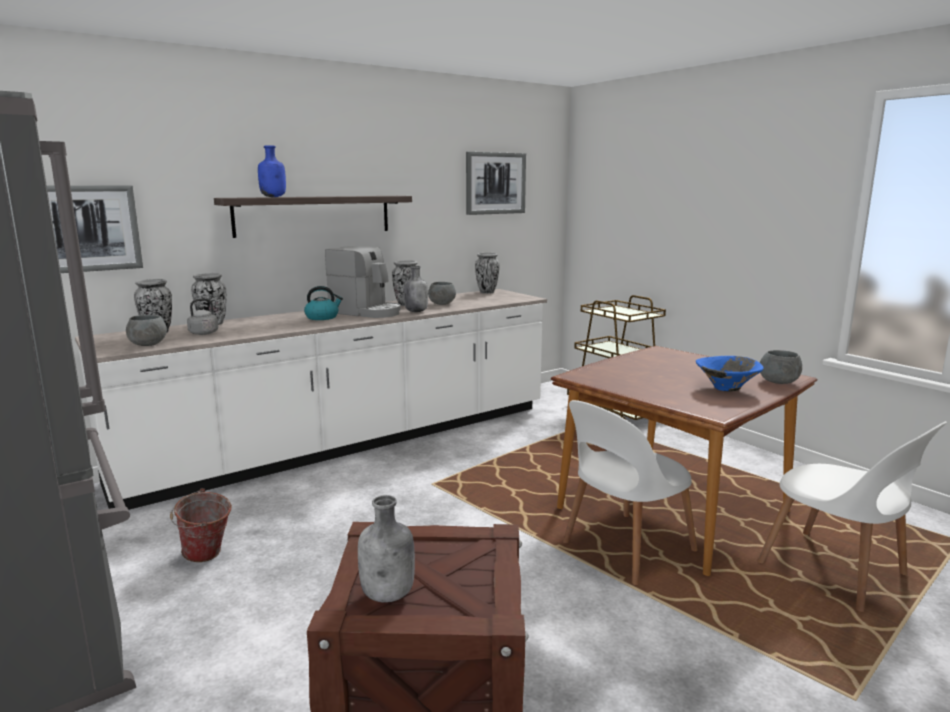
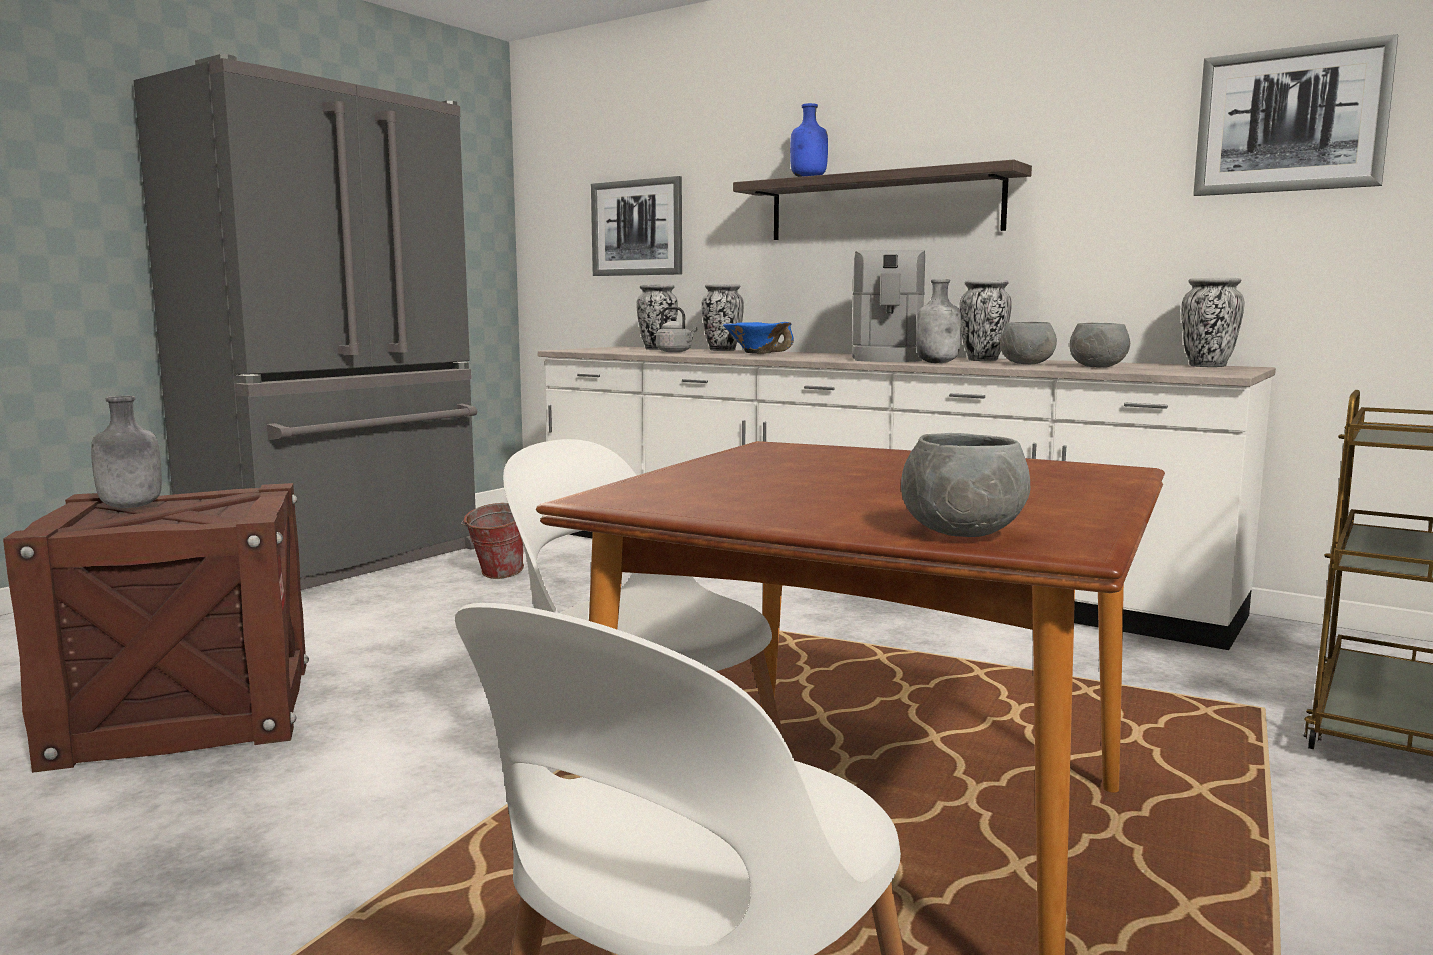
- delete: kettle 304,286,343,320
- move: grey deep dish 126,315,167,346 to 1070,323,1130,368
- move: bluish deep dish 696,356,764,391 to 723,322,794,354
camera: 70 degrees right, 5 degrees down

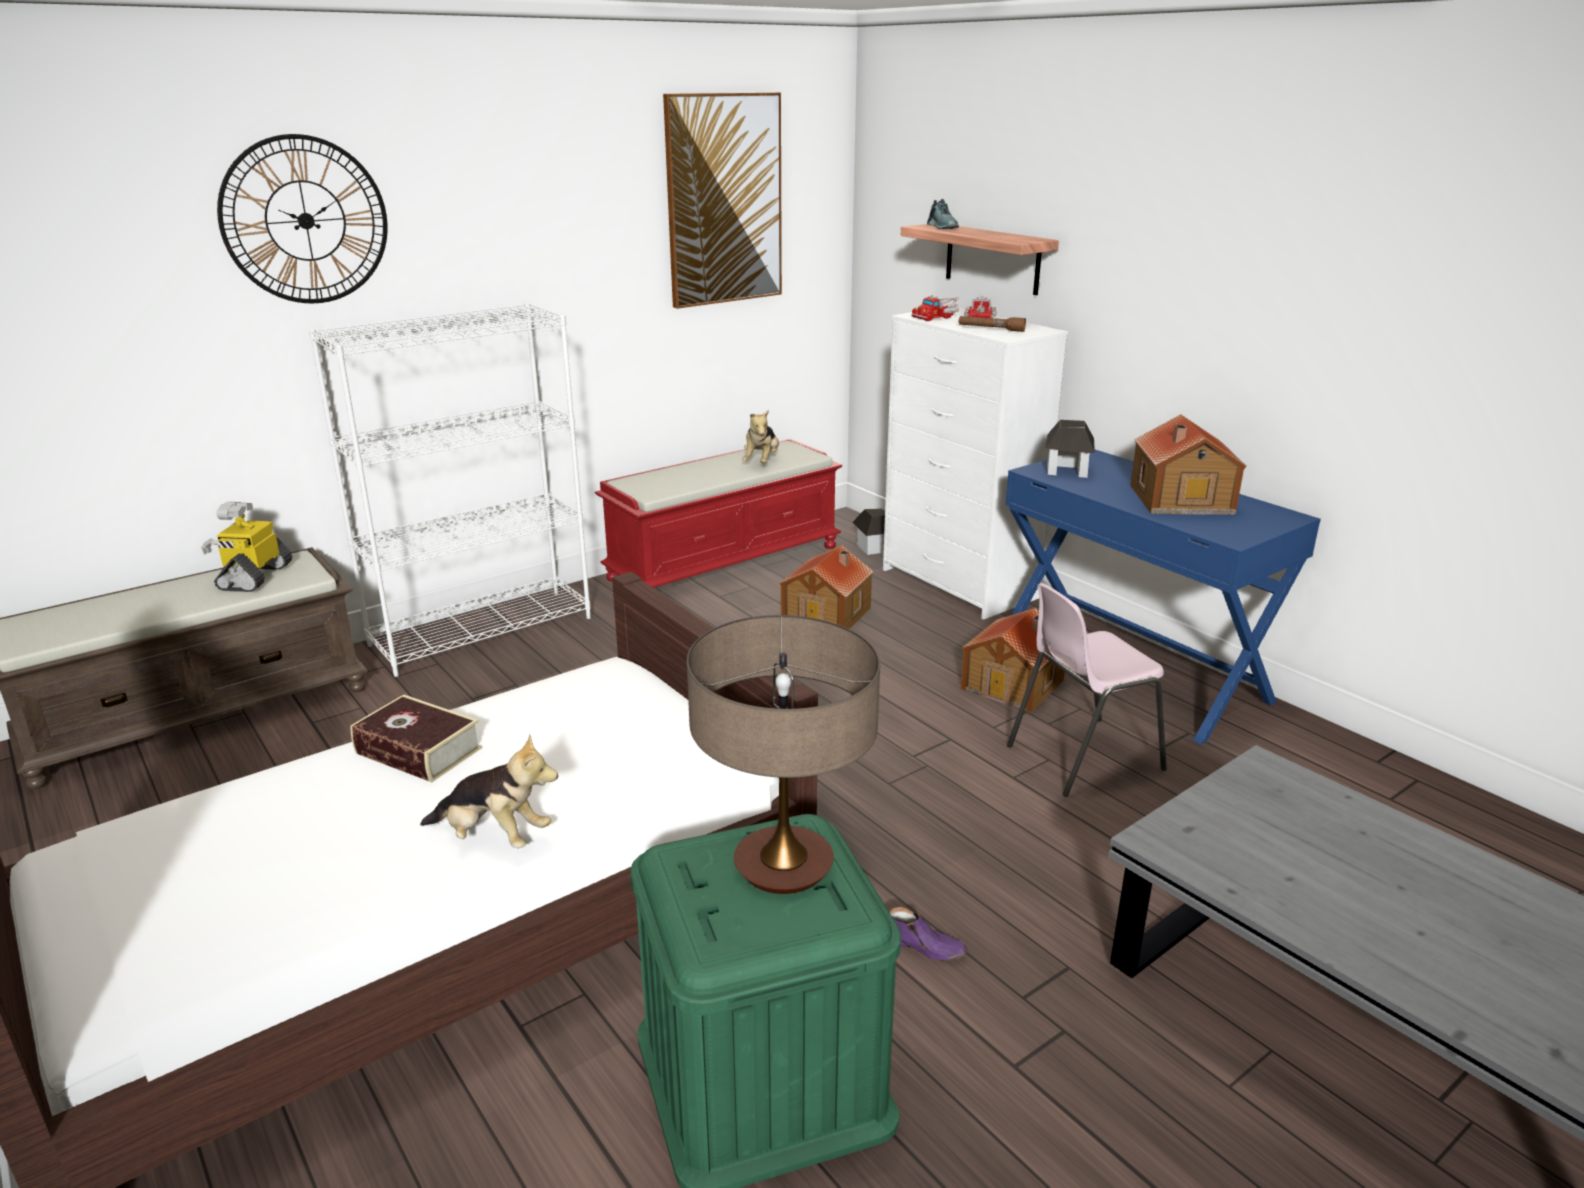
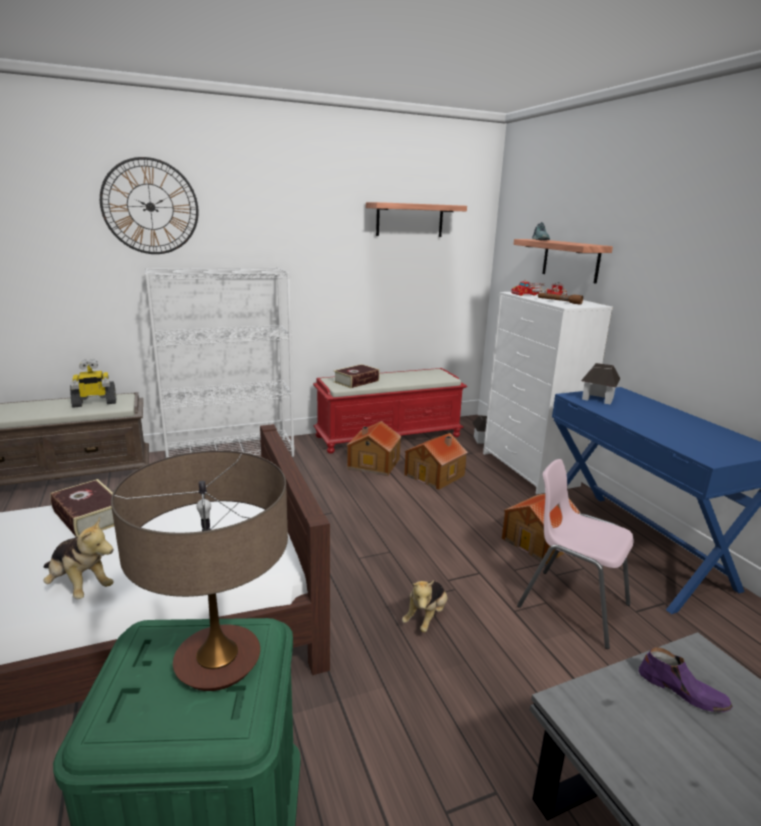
- replace: wall picture 663,92,782,309 to wall shelf 366,202,467,237
- move: soft toy 742,409,779,464 to 402,580,447,632
- move: model house 1130,414,1247,515 to 346,421,402,476
- rotate: robot figure 201,502,293,592 = 70,359,116,408 135 degrees counterclockwise
- rotate: pink-coloured chair 1007,583,1167,797 = 517,459,634,649 45 degrees clockwise
- move: purple low shoe 889,907,967,961 to 639,647,733,712
- insert: bound book 334,364,380,388
camera: 15 degrees right, 5 degrees down

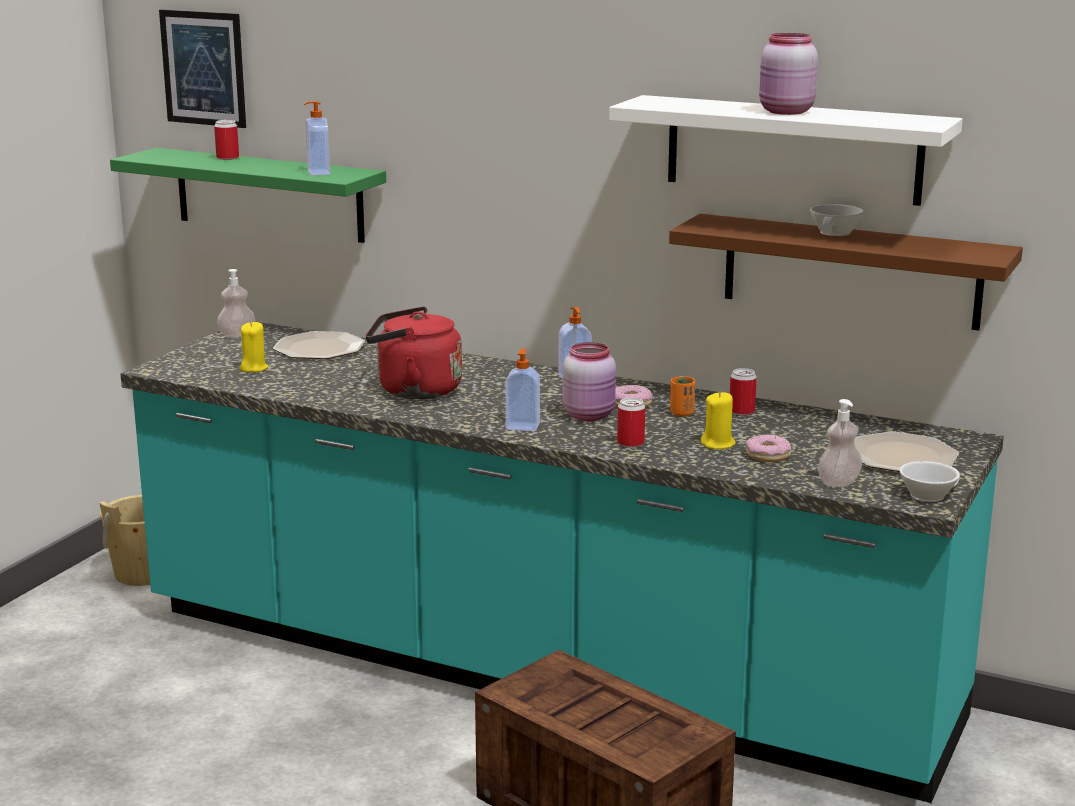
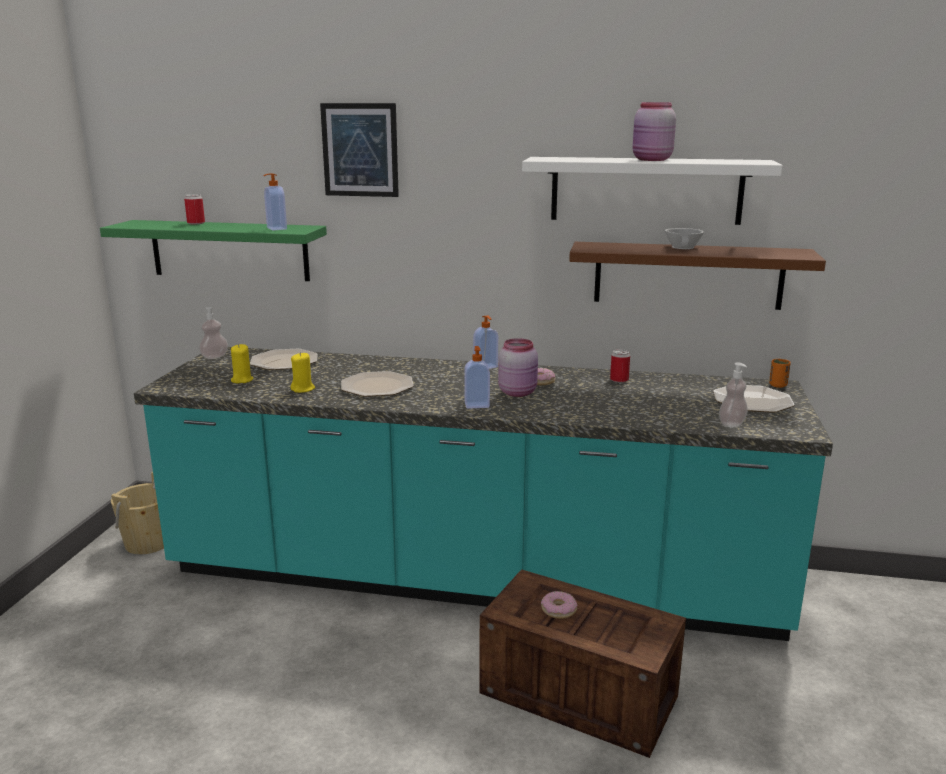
- move: wall picture 159,10,246,128 to 320,103,399,197
- replace: red kettle 366,307,462,399 to plate 341,371,414,397
- move: orange-coloured cup 670,376,695,416 to 769,359,791,388
- move: yellow wax light 701,392,736,449 to 291,352,315,393
- delete: sealed can 617,398,645,447
- move: donut 745,434,792,462 to 541,591,577,619
- delete: whitish cup 899,461,960,502
camera: 15 degrees left, 0 degrees up

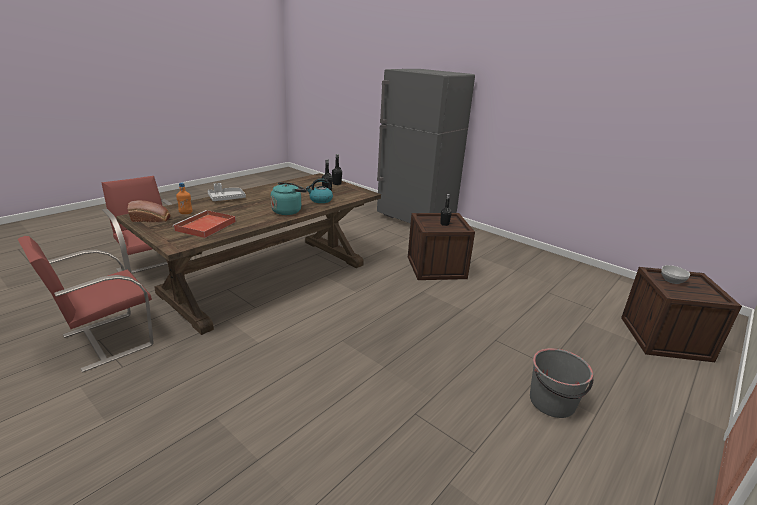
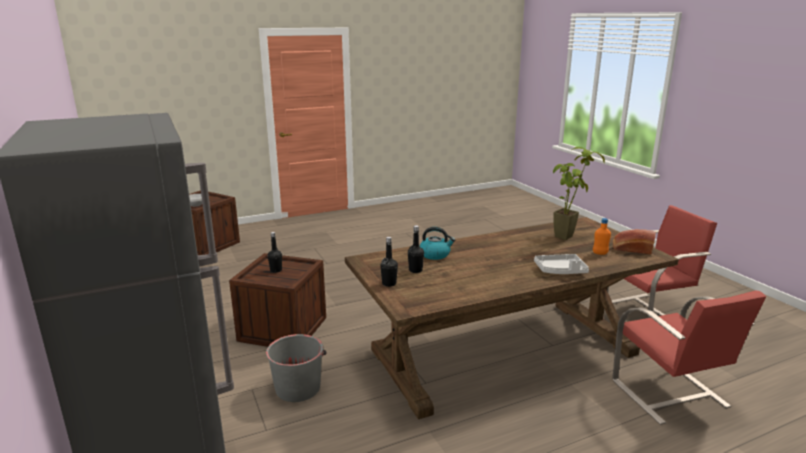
- delete: turquoise kettle 271,182,307,215
- replace: red carrying tray 173,210,236,238 to potted plant 553,147,605,240
- move: grey bucket 530,348,593,418 to 266,334,327,402
camera: 155 degrees left, 5 degrees down

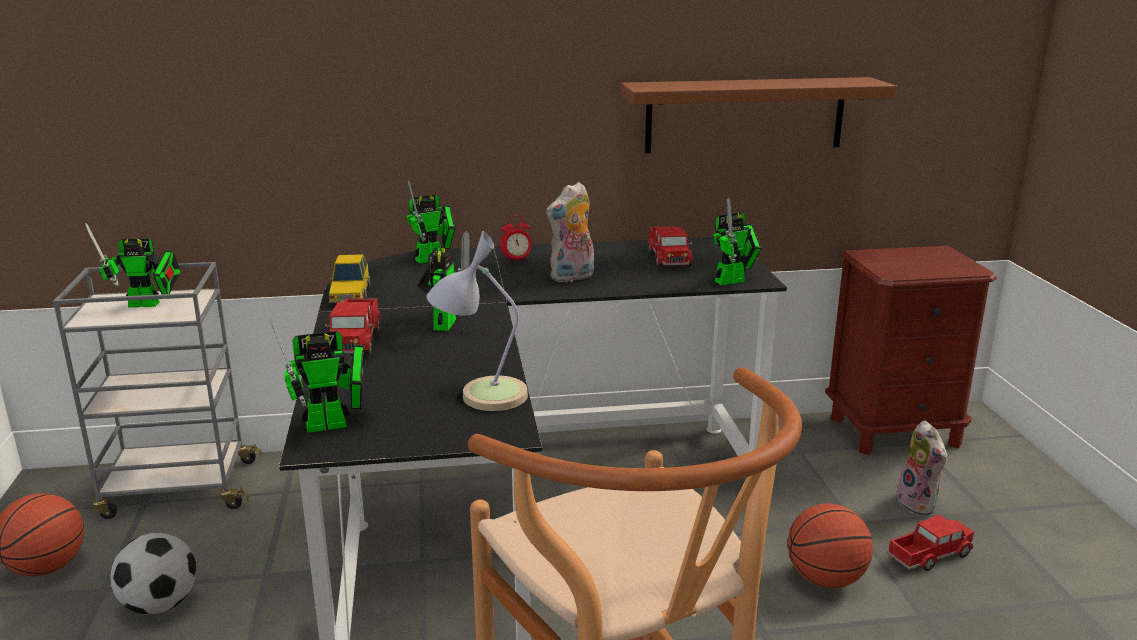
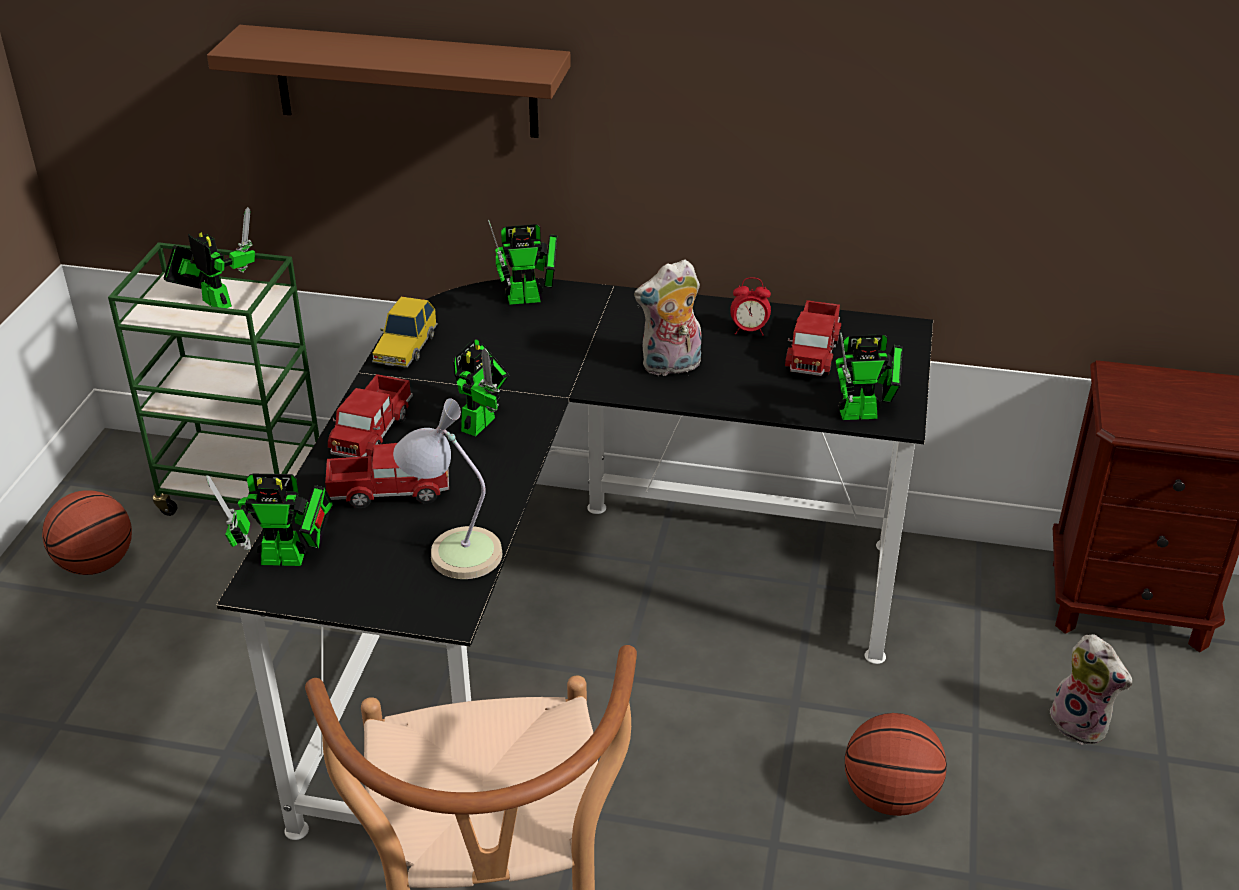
- move: brownish wall shelf 620,77,897,153 to 207,25,571,138
- move: alarm clock 500,216,532,263 to 730,277,771,336
- rotate: robot figure 85,223,181,307 = 164,207,255,308 150 degrees counterclockwise
- recolor: grey wheeled cart 53,262,262,519 to greenish wheeled cart 108,242,319,516
- rotate: soft toy 896,421,947,515 = 1047,634,1132,745 45 degrees counterclockwise
- move: toy lorry 887,515,974,571 to 325,443,449,508
- delete: football 110,533,197,615
camera: 20 degrees right, 15 degrees up

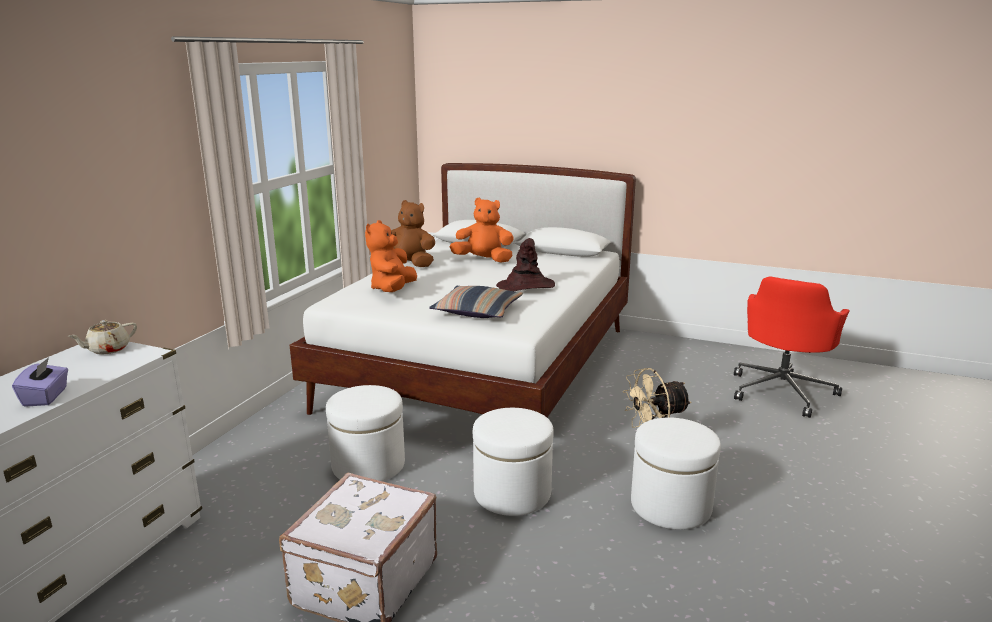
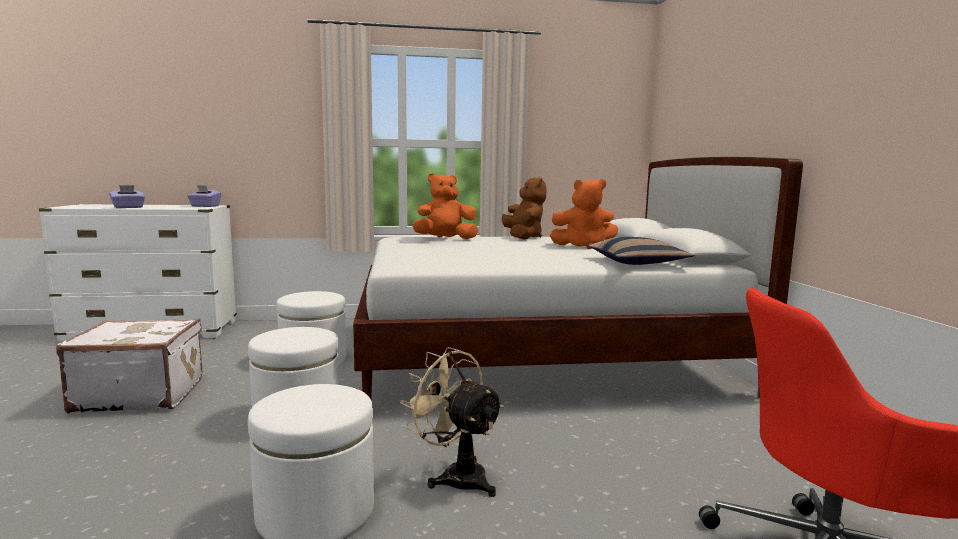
- rotate: orange-coloured soft toy 449,197,514,263 = 550,179,618,249 105 degrees clockwise
- delete: brownish wearable hat 496,238,555,291
- move: cushion 429,286,523,318 to 586,236,695,265
- replace: beige pot for tea 68,320,137,355 to purple tissue holder 187,185,221,207
camera: 60 degrees right, 10 degrees down

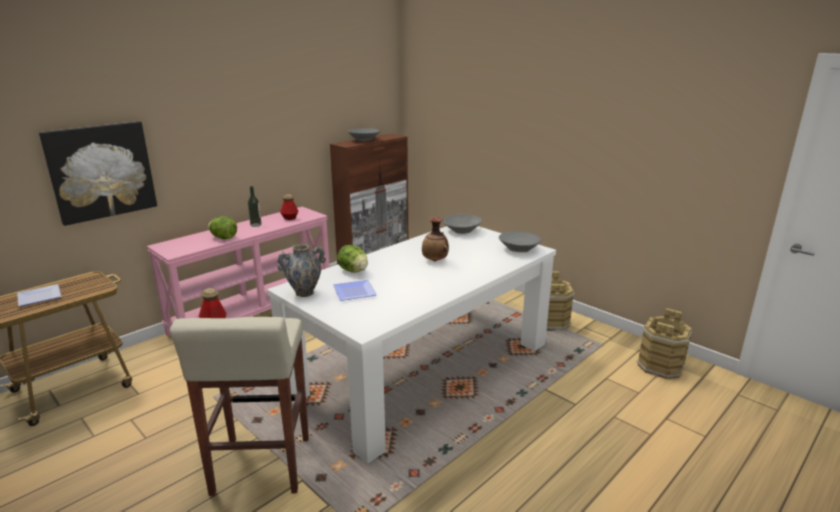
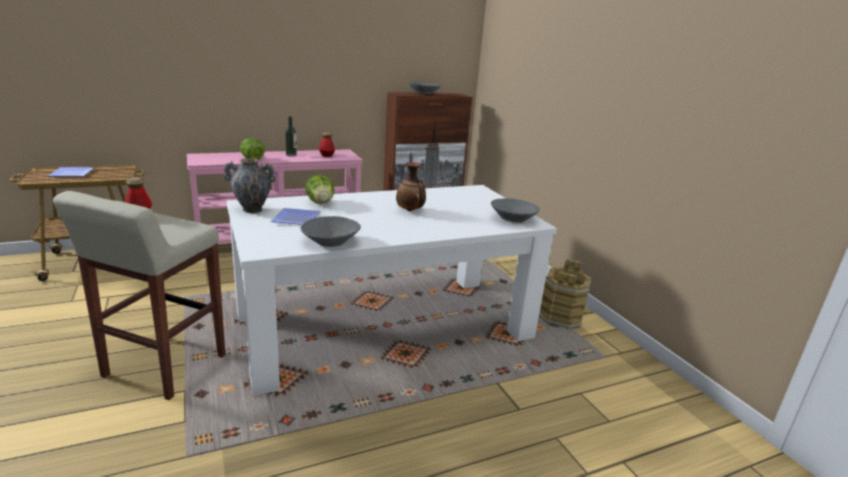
- delete: wall picture 39,121,157,226
- move: grey deep dish 443,214,482,234 to 301,216,361,247
- delete: brownish bucket 637,308,692,379
camera: 20 degrees right, 0 degrees up

